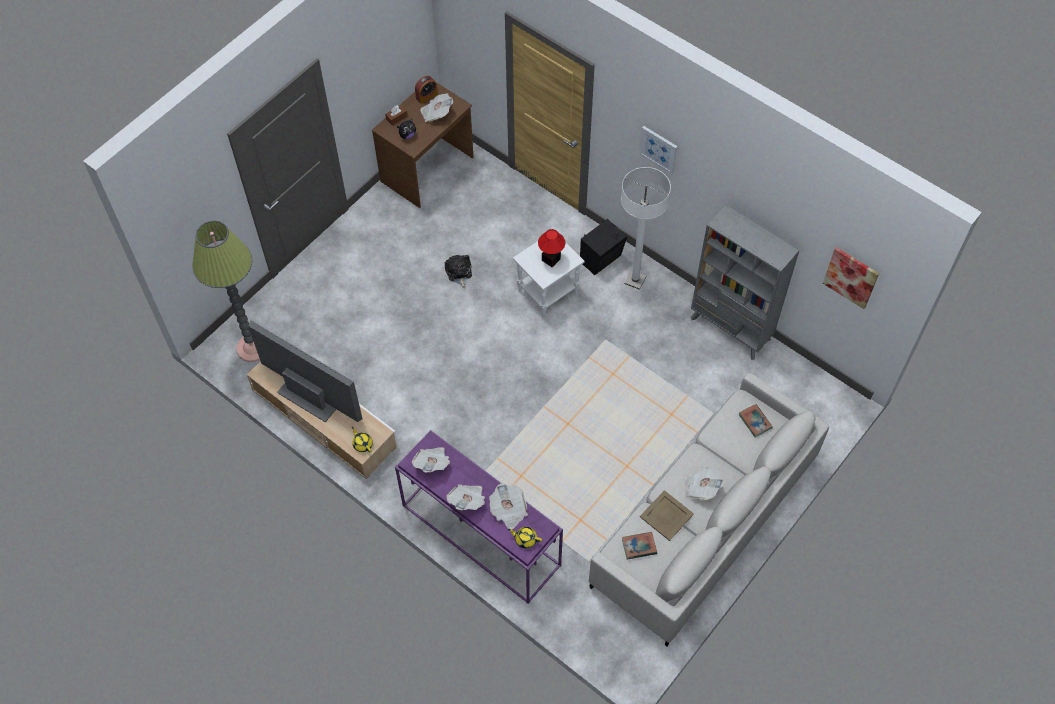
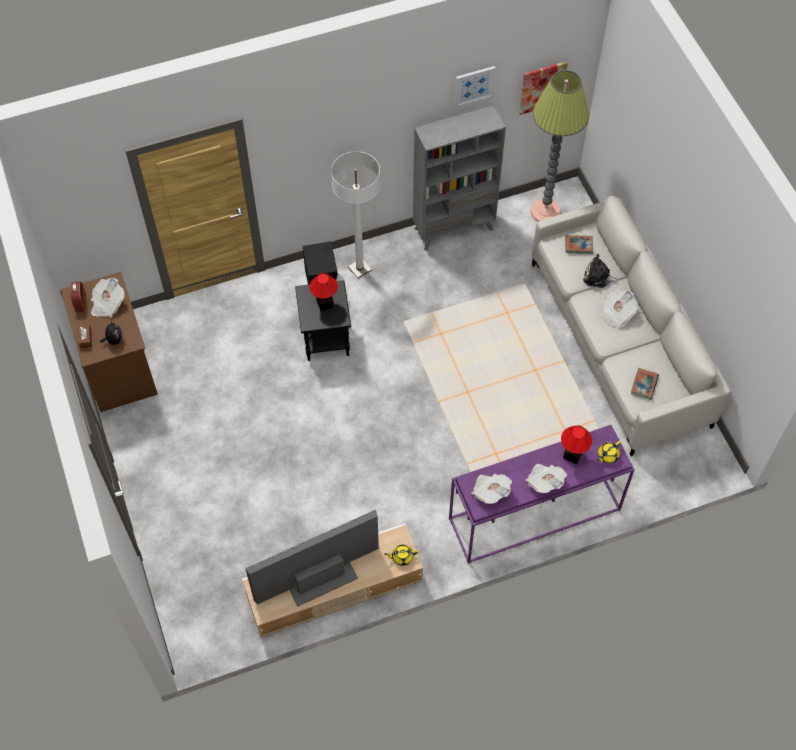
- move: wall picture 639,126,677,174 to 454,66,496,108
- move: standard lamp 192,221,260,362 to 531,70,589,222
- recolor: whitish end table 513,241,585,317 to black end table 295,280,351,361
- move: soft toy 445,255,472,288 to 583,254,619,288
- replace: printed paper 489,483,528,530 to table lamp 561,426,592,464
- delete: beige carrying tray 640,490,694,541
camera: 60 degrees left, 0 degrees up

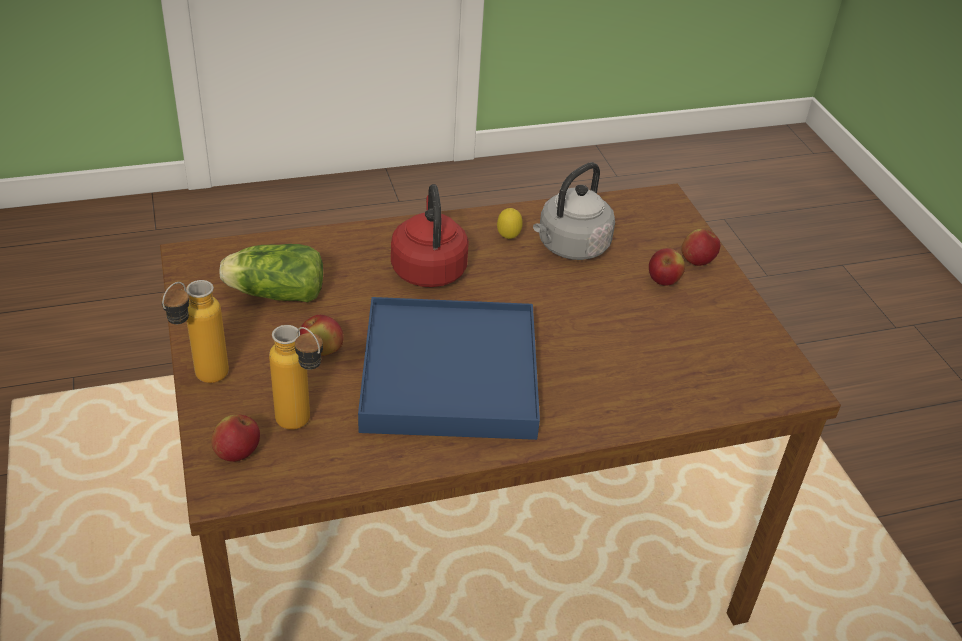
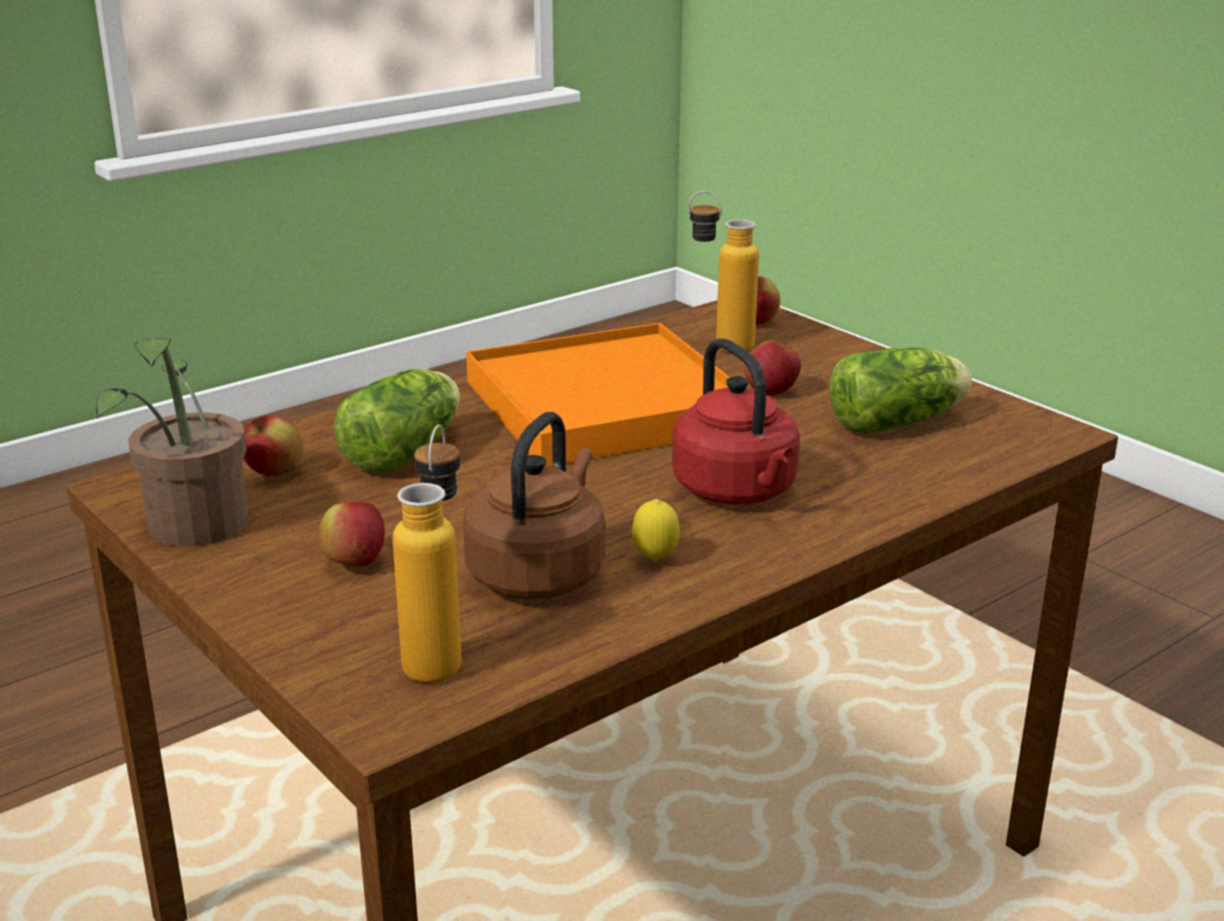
- recolor: grey kettle 533,162,615,260 to brownish kettle 463,412,605,599
- move: whole apple 681,229,720,266 to 243,416,303,476
- move: beverage bottle 161,280,229,383 to 393,424,462,683
- recolor: bluish carrying tray 358,297,540,440 to orange-coloured carrying tray 466,323,730,467
- insert: potted plant 96,337,249,547
- insert: lettuce head 333,369,460,473
camera: 160 degrees right, 15 degrees down

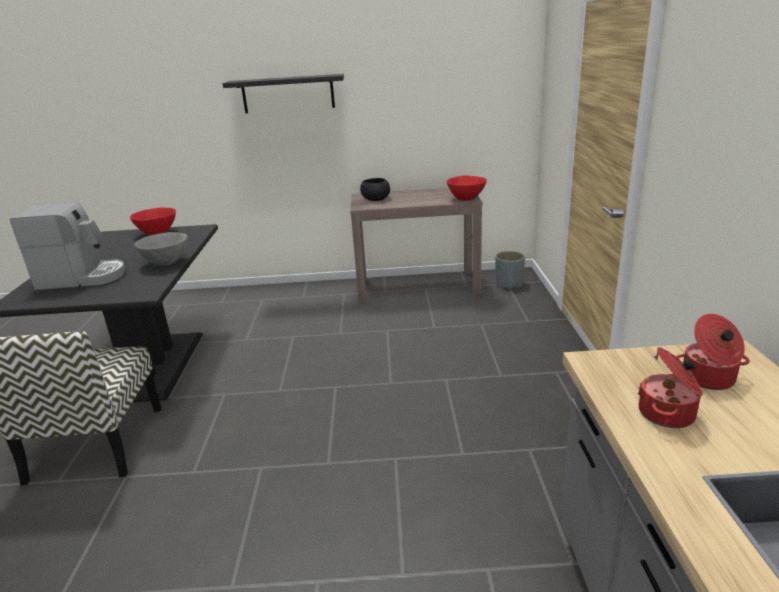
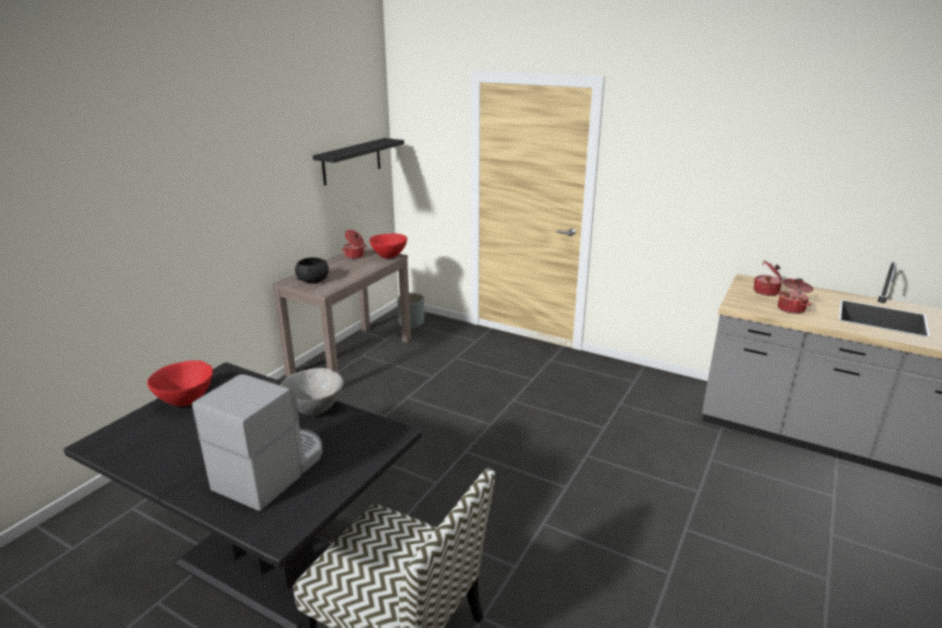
- move: black wall shelf 222,74,344,113 to 313,138,404,185
- insert: cooking pot 341,230,367,259
camera: 60 degrees left, 0 degrees up

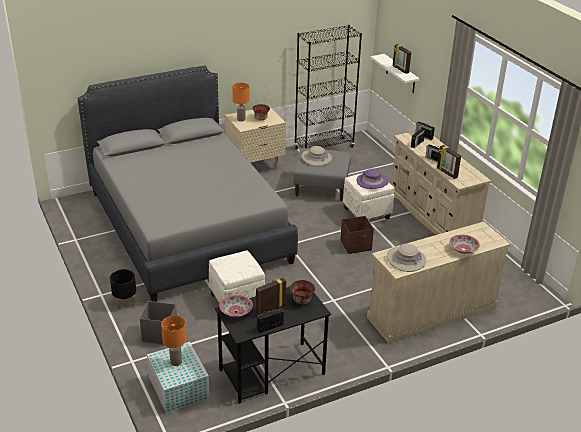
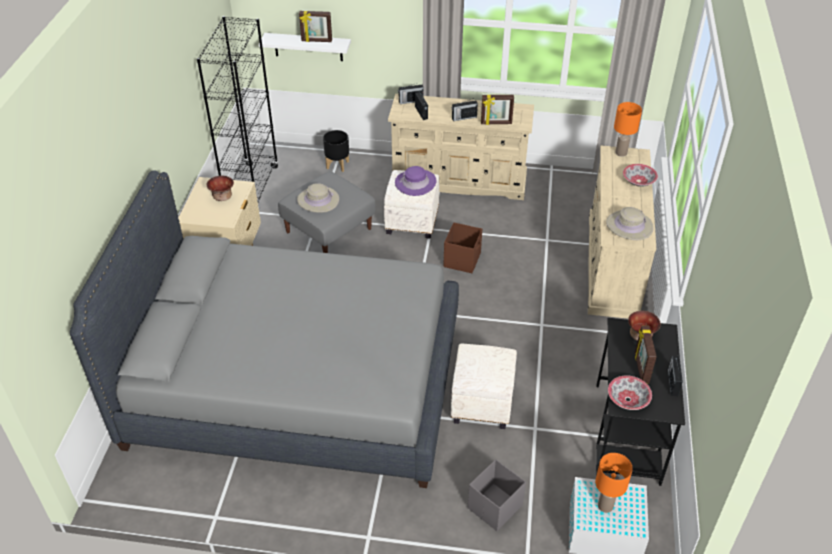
- move: orange-coloured table lamp 233,83,249,122 to 614,102,642,157
- move: black flower pot 110,269,136,310 to 323,130,349,172
camera: 55 degrees left, 10 degrees up

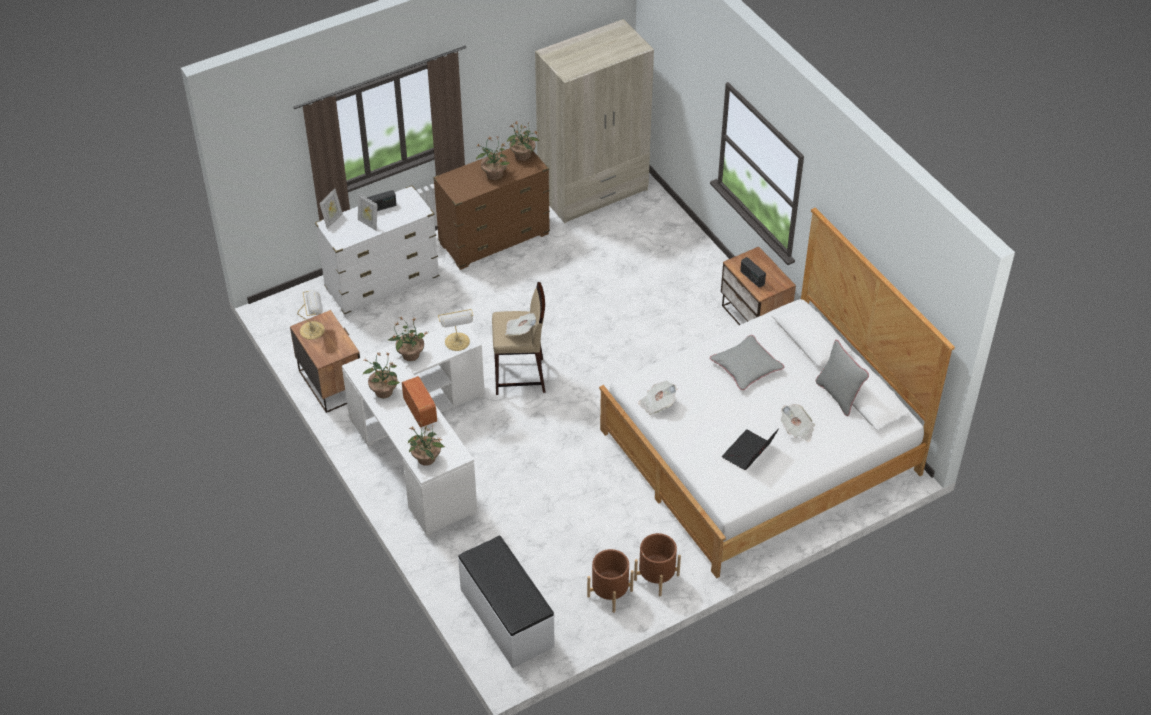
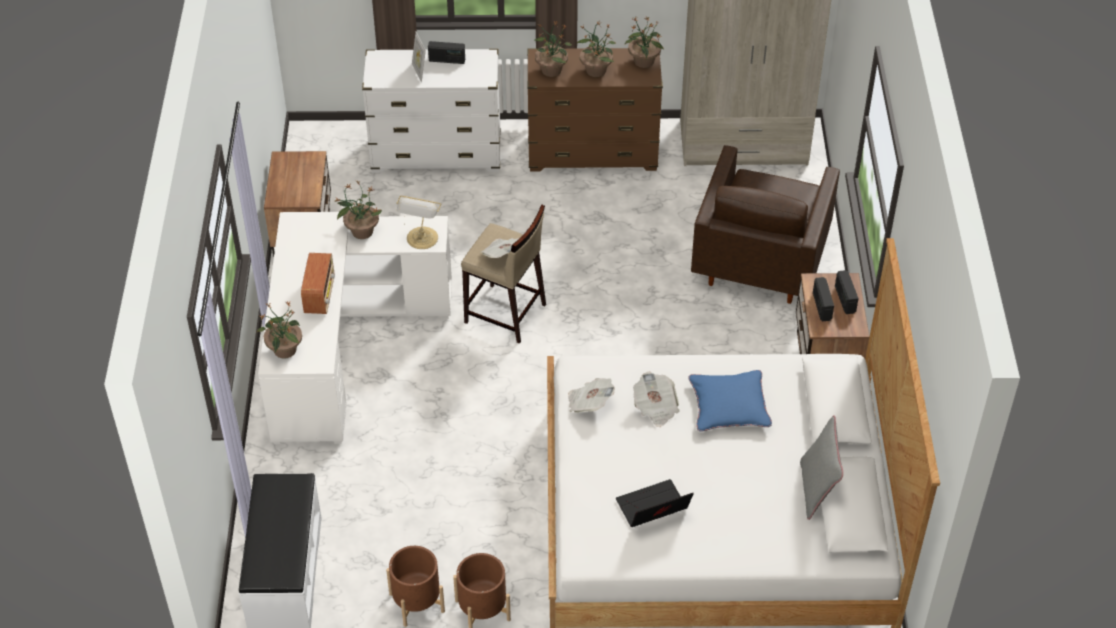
- delete: standing frame 319,189,343,229
- delete: table lamp 297,290,325,340
- recolor: grey cushion 710,335,784,390 to bluish cushion 688,370,772,432
- move: potted plant 363,352,400,398 to 533,21,572,77
- move: printed paper 781,404,815,442 to 633,372,680,427
- insert: brownish lounge chair 691,145,840,304
- insert: radio 835,270,859,314
camera: 30 degrees right, 0 degrees up

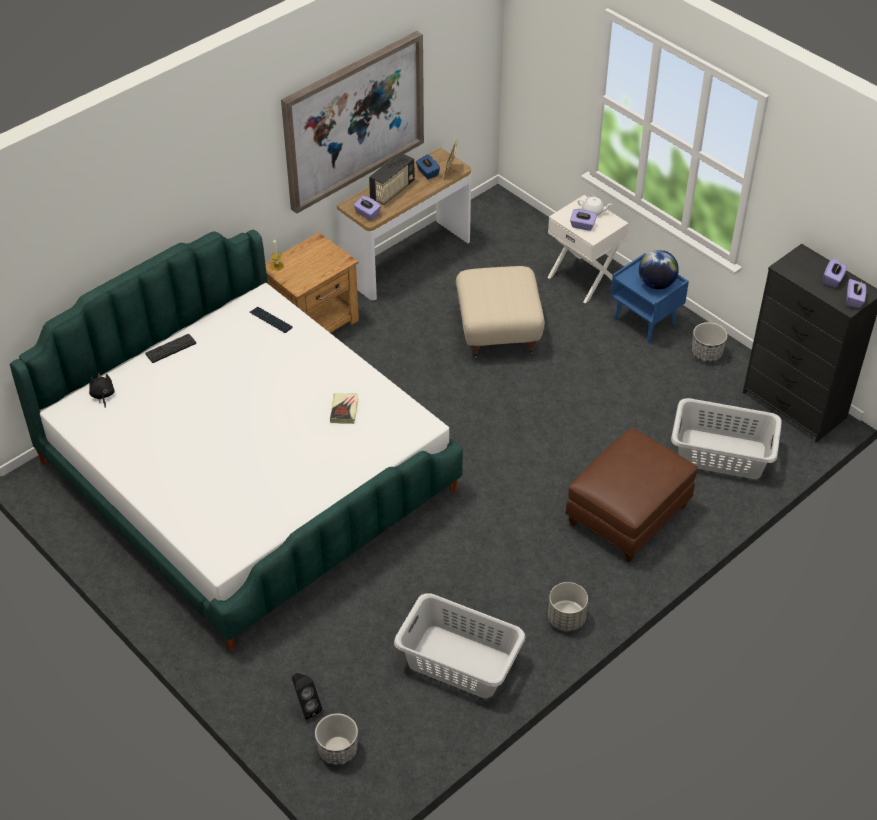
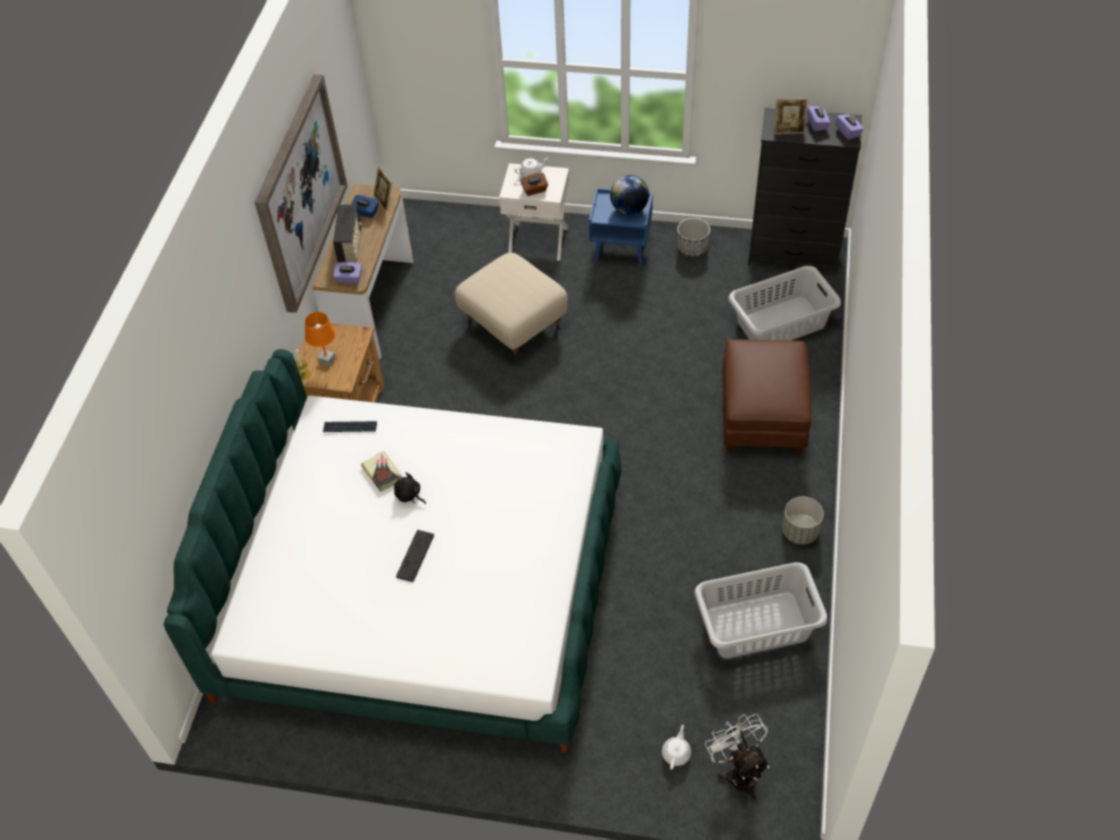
- recolor: purple tissue holder 570,209,597,231 to brownish tissue holder 520,173,548,196
- move: PC keyboard 145,334,196,363 to 396,530,434,582
- move: black soft toy 89,373,115,408 to 394,472,426,504
- move: bound book 330,393,358,424 to 361,451,402,492
- replace: black speaker 292,673,322,719 to whitish pot for tea 662,725,691,770
- replace: flower pot 315,713,358,766 to whitish electric fan 705,714,769,801
- insert: standing frame 774,98,808,134
- insert: orange-coloured table lamp 305,312,336,366
camera: 35 degrees left, 5 degrees up

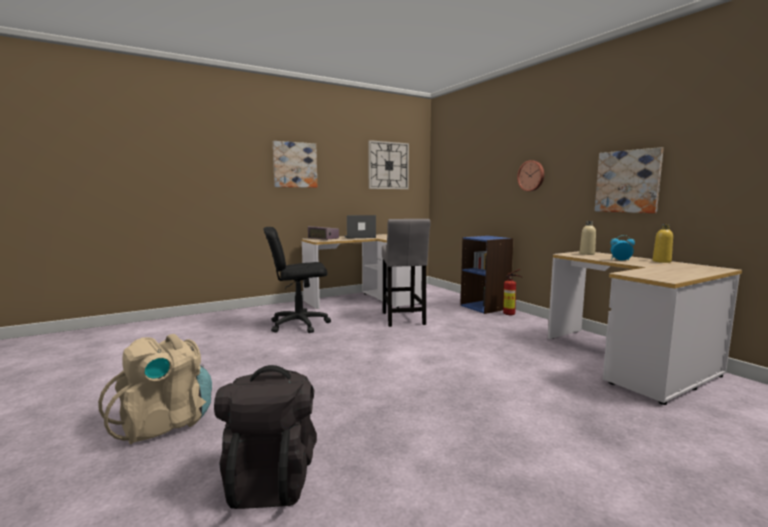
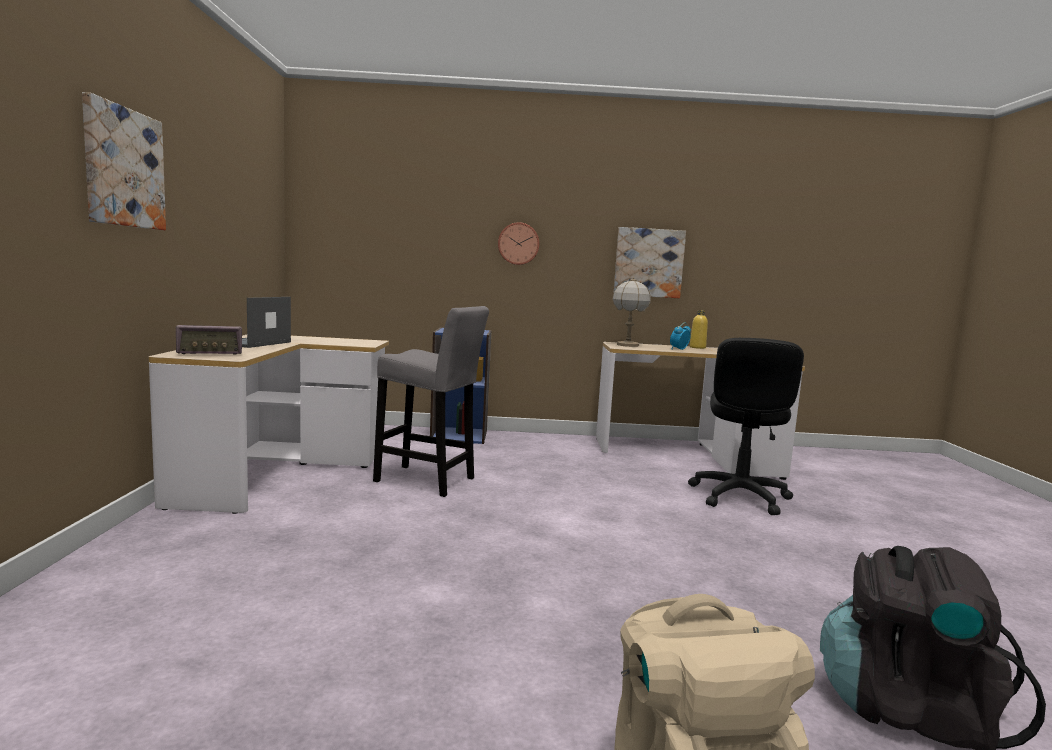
- delete: clock on the wall 368,140,409,189
- replace: beige beverage bottle 580,221,596,255 to table lamp 612,277,651,347
- move: black desk chair 264,227,331,333 to 688,338,804,515
- delete: extinguisher 503,269,522,315
camera: 60 degrees left, 0 degrees up

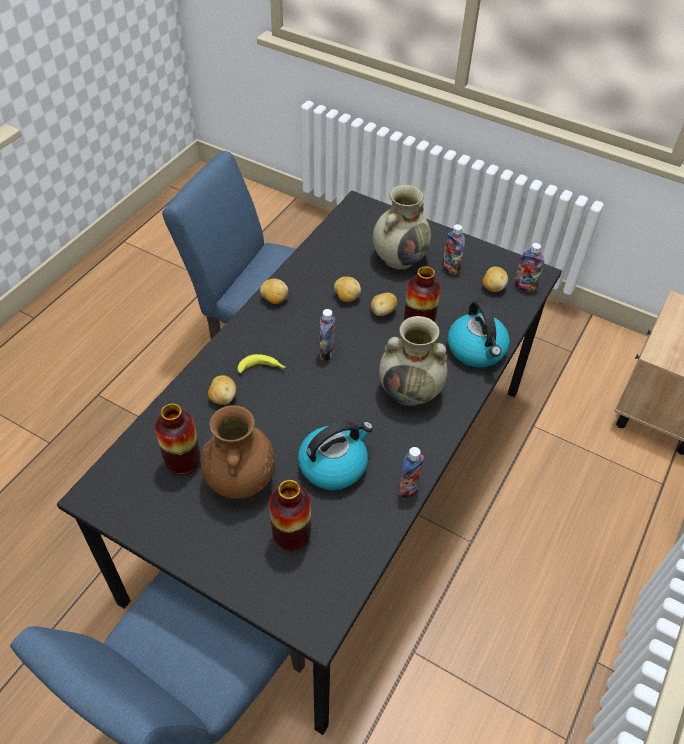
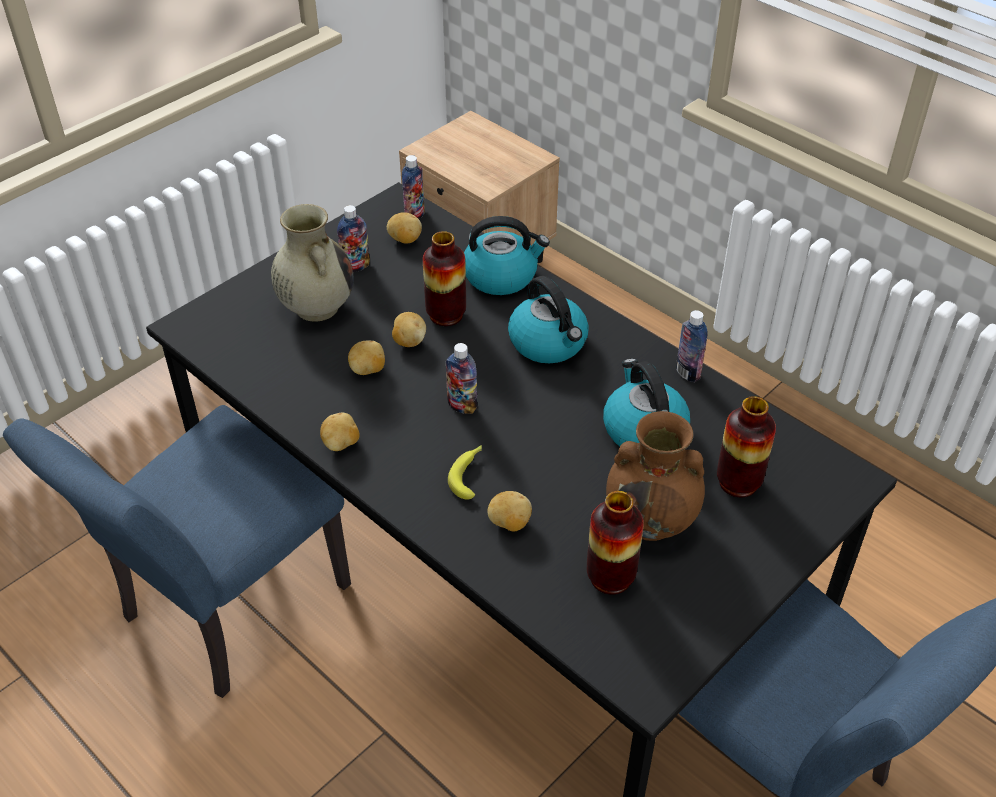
- replace: beige decorative vase 379,316,447,406 to kettle 508,276,589,363
camera: 75 degrees left, 5 degrees down

